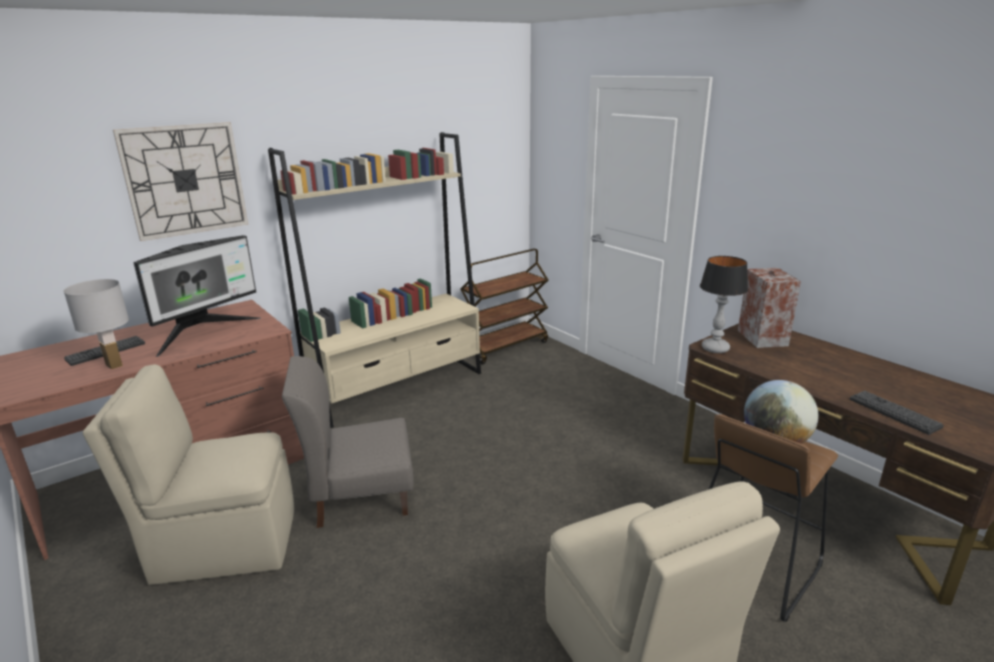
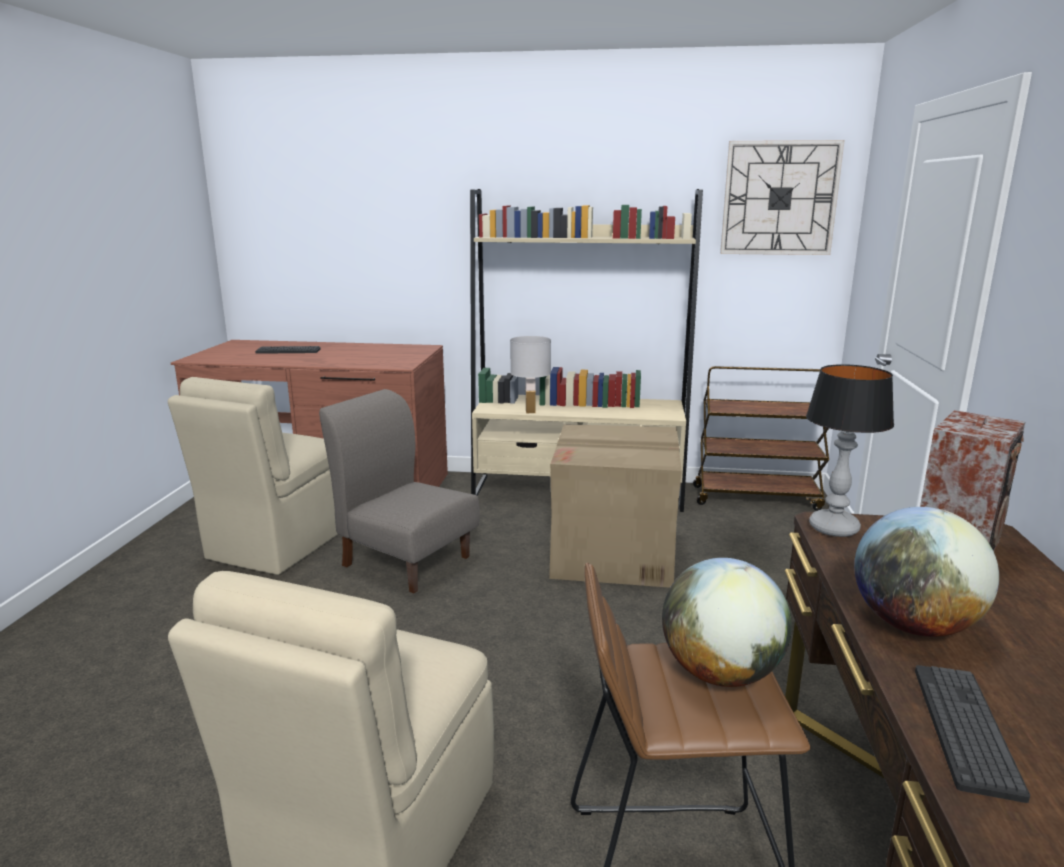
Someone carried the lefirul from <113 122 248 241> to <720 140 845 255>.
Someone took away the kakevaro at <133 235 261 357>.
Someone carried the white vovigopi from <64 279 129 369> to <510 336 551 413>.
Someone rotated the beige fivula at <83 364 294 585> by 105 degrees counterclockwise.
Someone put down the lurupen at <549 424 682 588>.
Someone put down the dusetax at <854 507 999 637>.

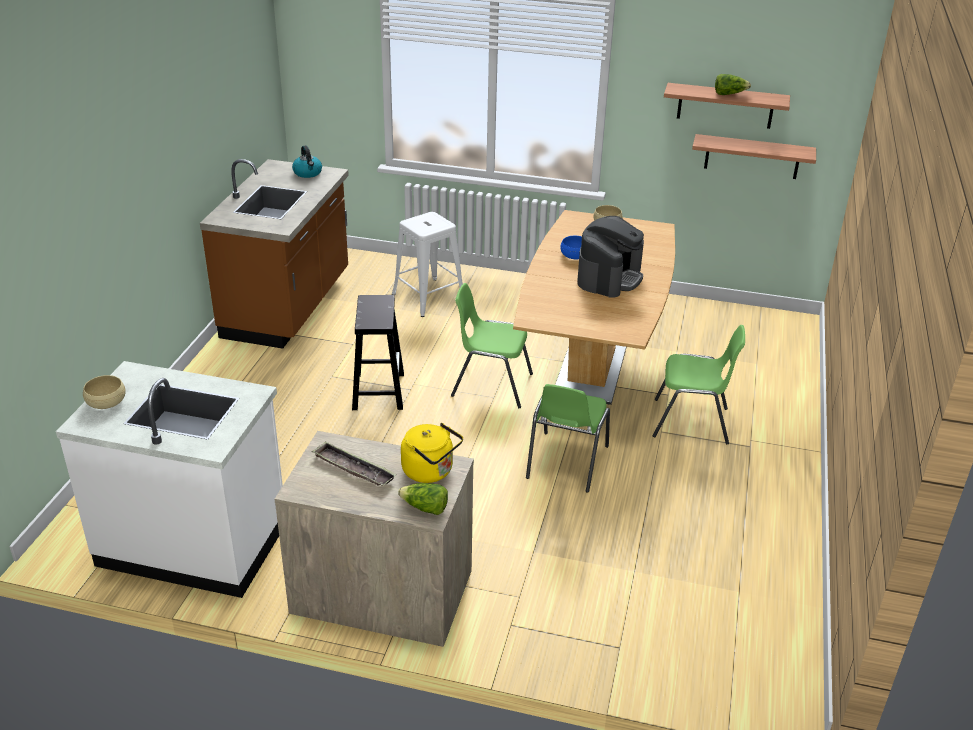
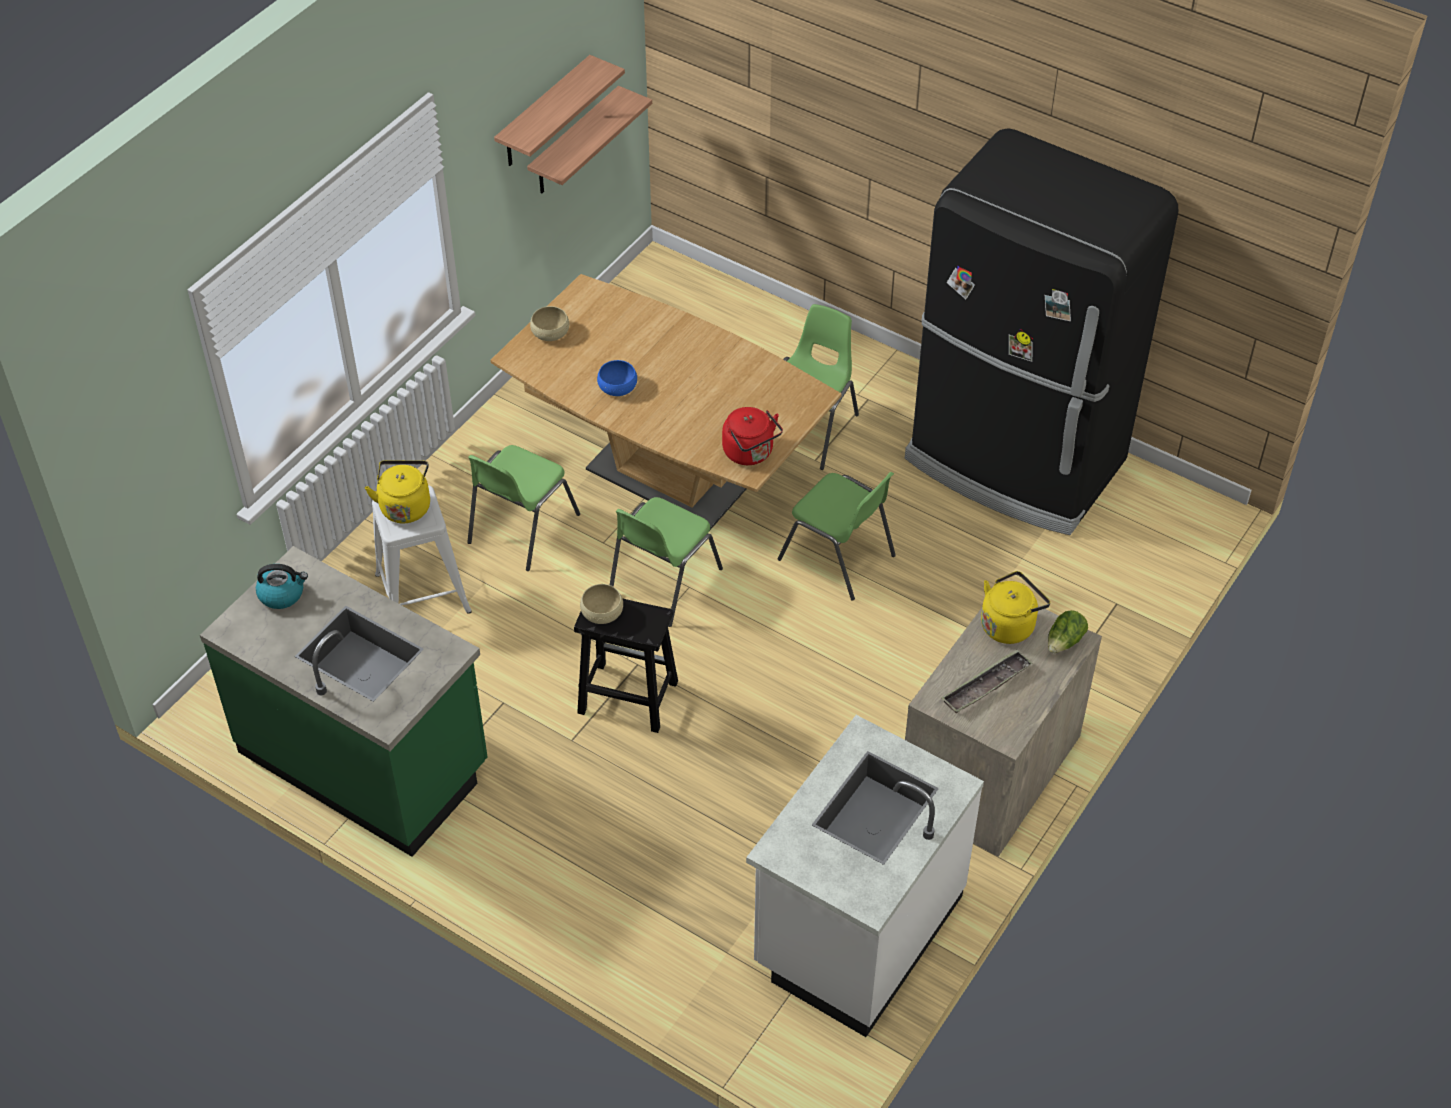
Someone took away the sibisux at <715 74 751 95>.
Someone repainted the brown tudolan at <200 159 349 349>, which became the green tudolan at <200 546 488 857>.
Someone took away the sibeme at <577 216 644 298>.
Someone carried the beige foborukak from <83 375 126 409> to <580 584 623 624>.
Someone put down the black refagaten at <905 128 1178 535>.
Someone put down the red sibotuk at <722 407 783 465>.
Someone put down the green fivula at <467 445 580 571>.
Someone put down the yellow sibotuk at <365 460 430 523>.

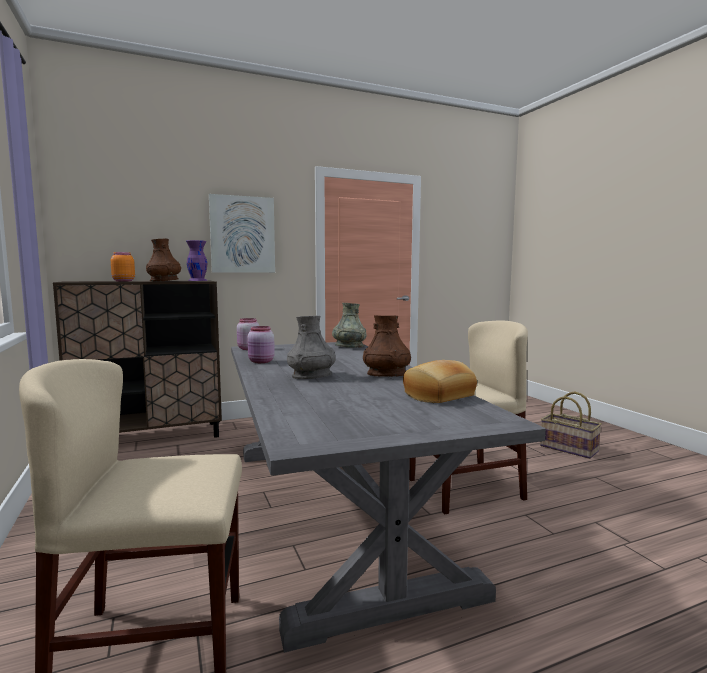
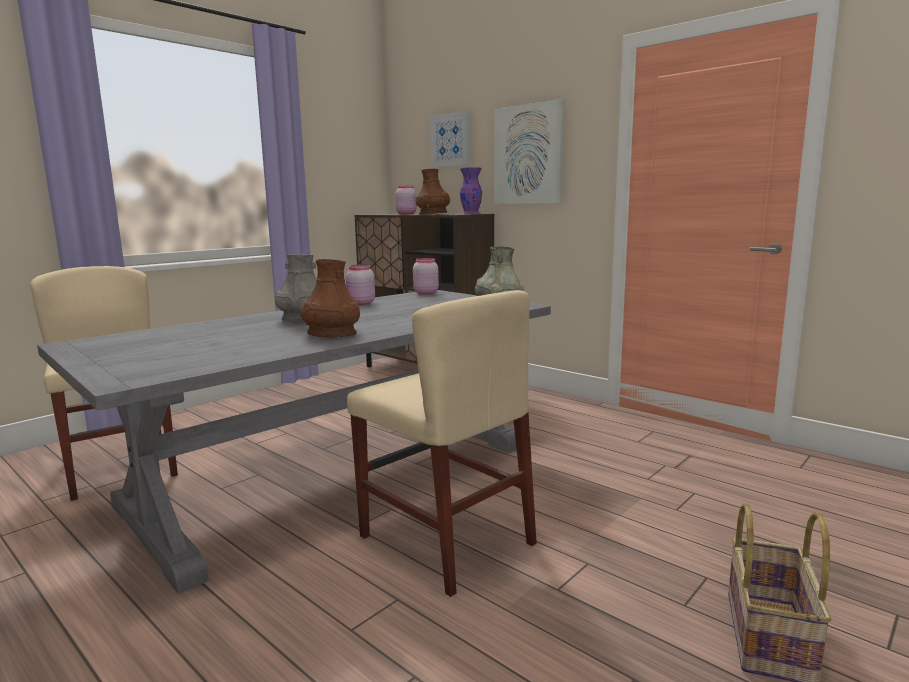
Someone repainted the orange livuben at <111 252 135 281>, which became the pink livuben at <395 185 417 214>.
Someone took away the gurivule at <403 360 477 403>.
Someone put up the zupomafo at <430 111 470 168>.

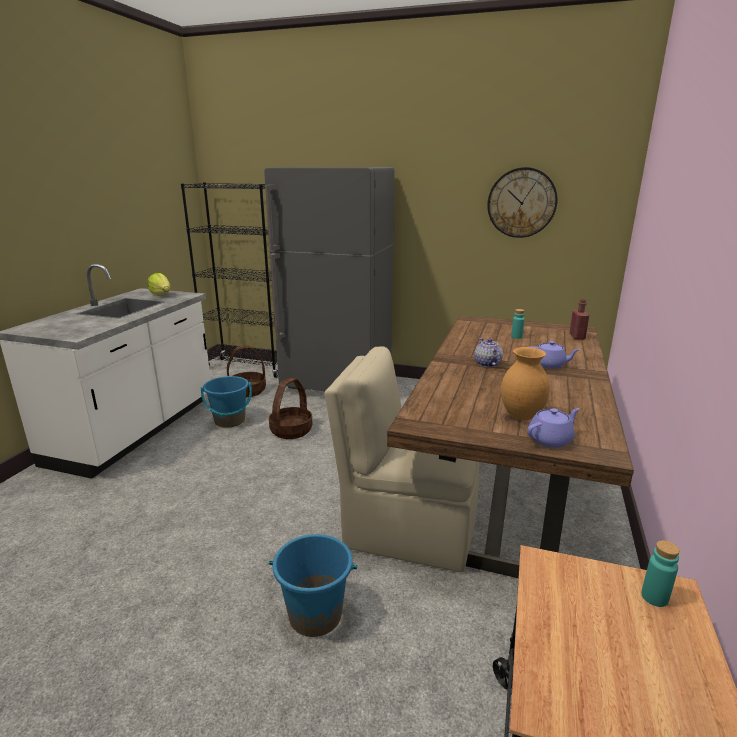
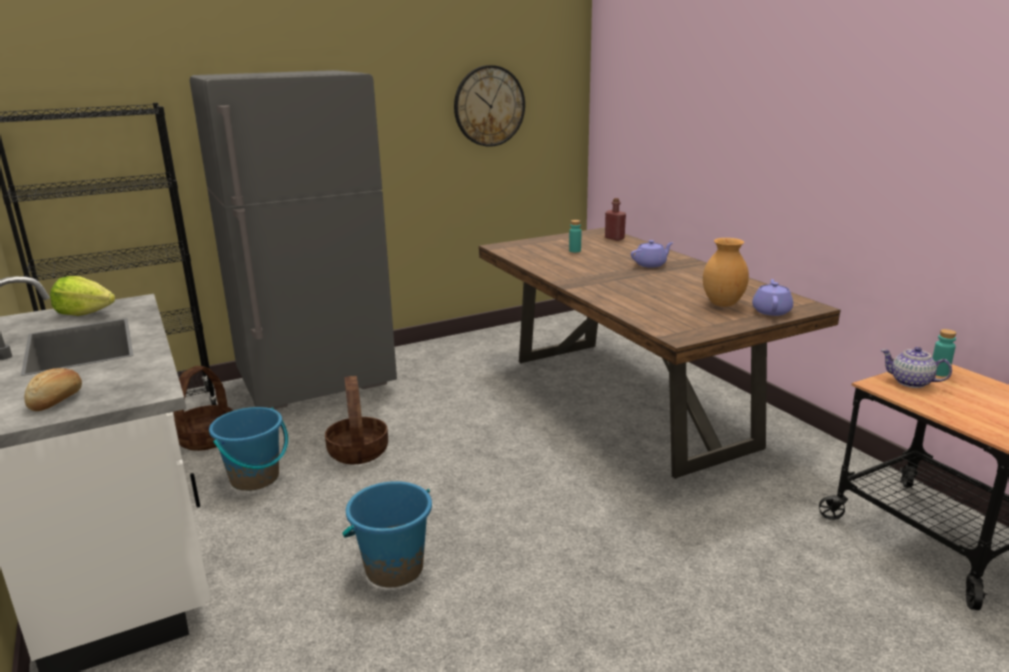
Someone carried the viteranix from <474 338 503 367> to <881 347 952 388>.
Someone took away the beige fivula at <324 347 479 572>.
Someone carried the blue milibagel from <269 534 357 637> to <342 481 432 588>.
Someone put down the gurivule at <24 368 82 411>.

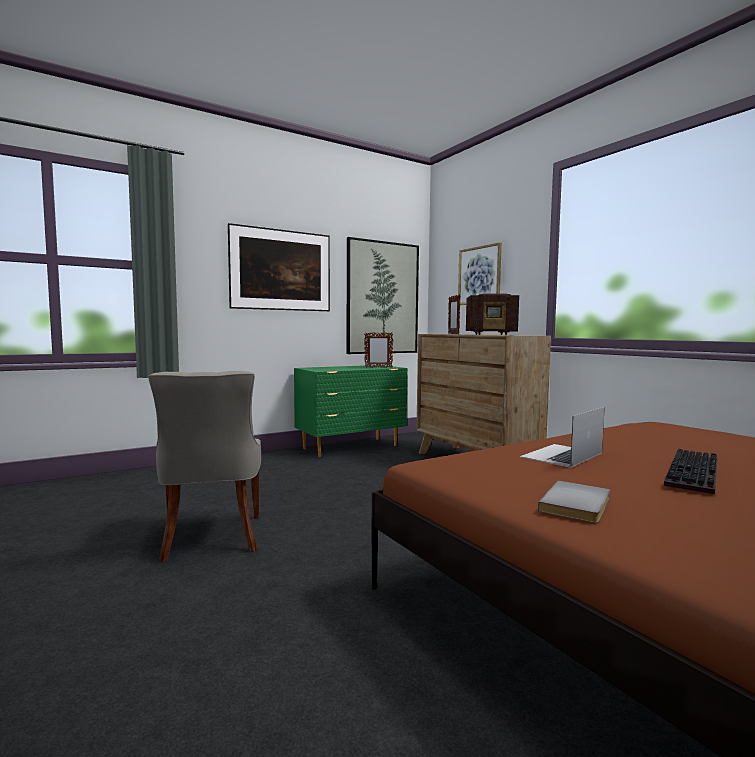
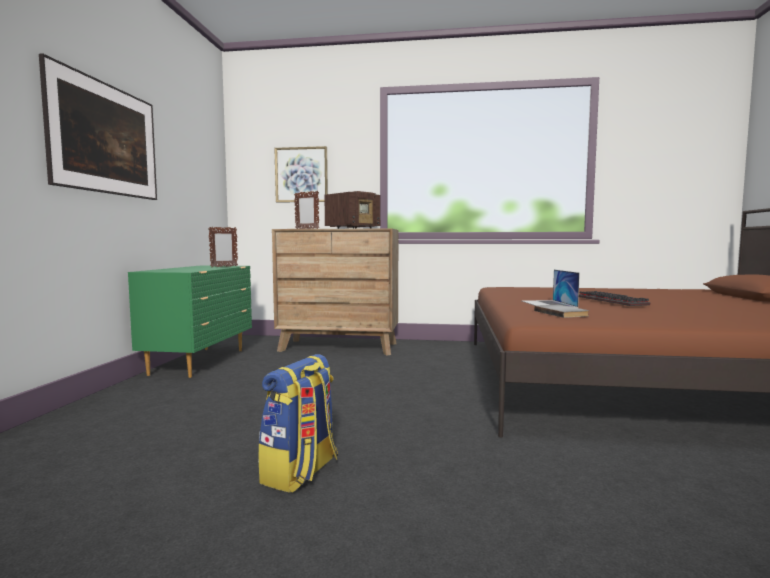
Someone took away the zupomafo at <347 237 419 354>.
Someone swapped the grey fivula at <148 371 261 562> for the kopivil at <258 354 338 493>.
Someone carried the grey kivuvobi from <538 481 610 523> to <534 305 589 318>.

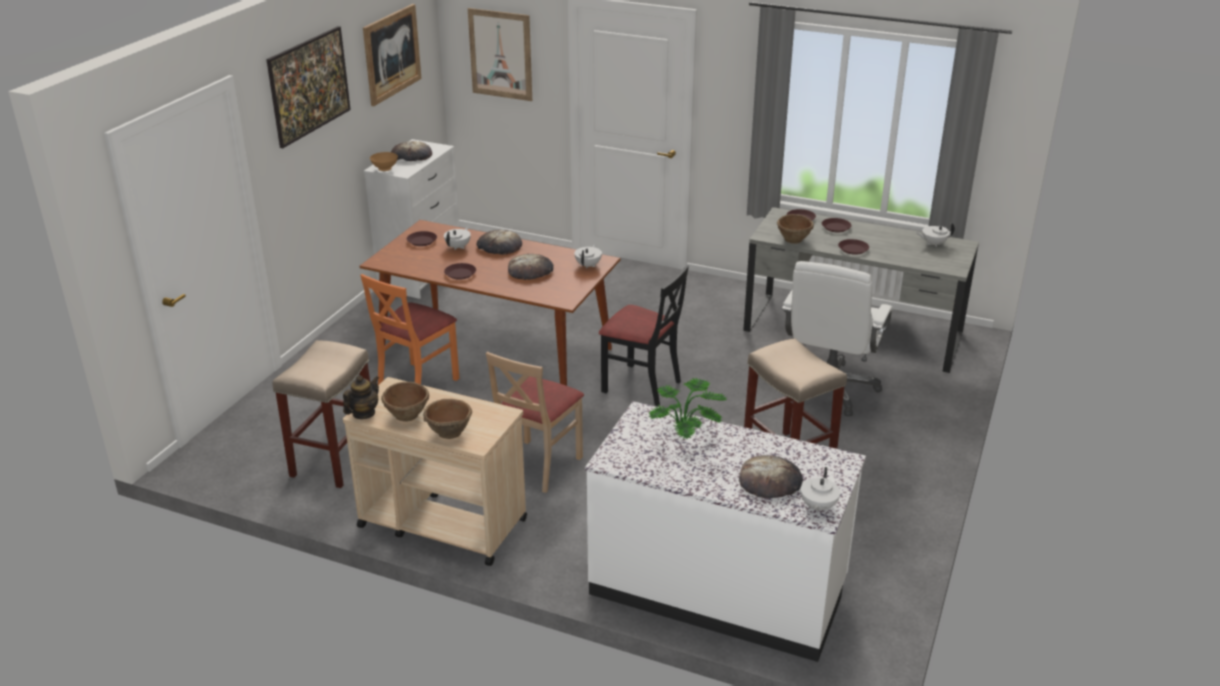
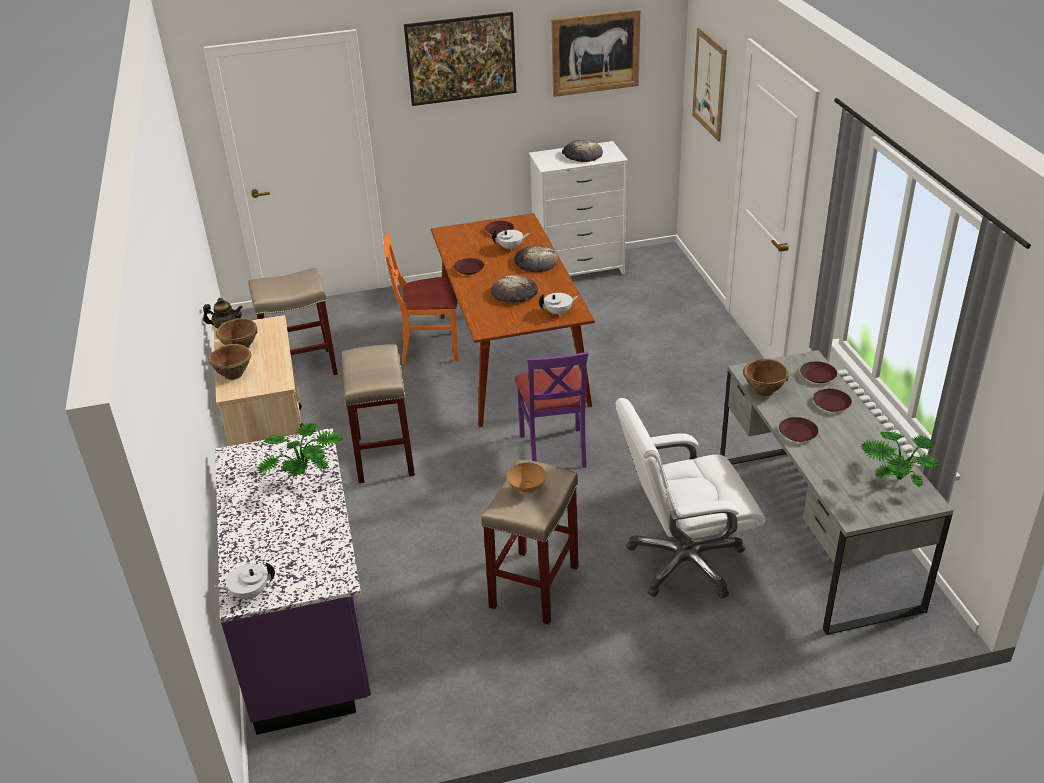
Someone carried the brown foborukak from <370 152 398 171> to <507 463 546 494>.
Someone swapped the white viteranix at <916 222 955 247> for the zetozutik at <860 431 940 487>.
Someone repainted the black fivula at <599 265 689 406>, which became the purple fivula at <515 352 588 468>.
Someone swapped the beige fivula at <486 352 584 493> for the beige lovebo at <342 344 415 483>.
Someone repainted the white tudolan at <585 401 866 662>, which became the purple tudolan at <215 428 371 735>.
Someone took away the gurivule at <739 455 803 498>.

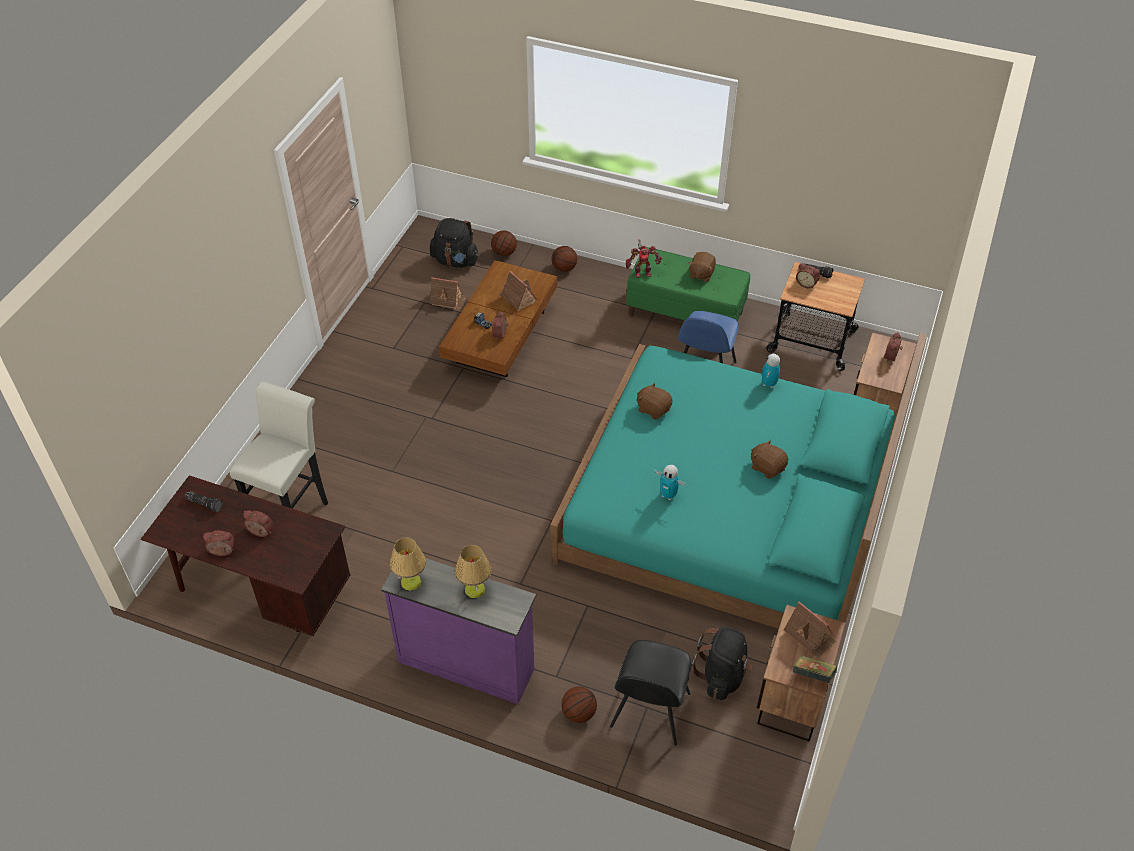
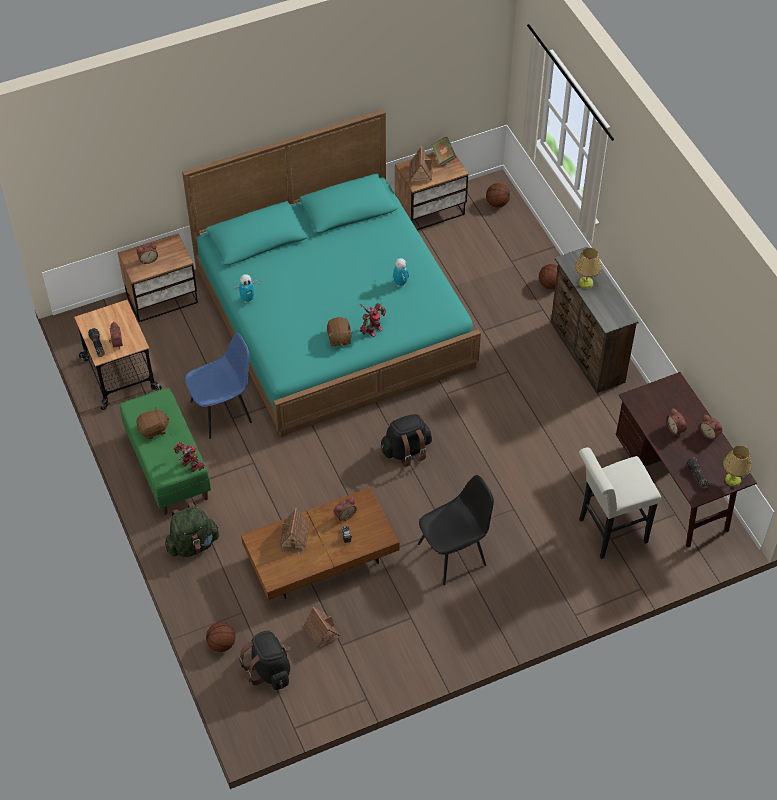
Someone carried the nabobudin from <551 246 577 272> to <486 183 510 207>.
Someone took away the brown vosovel at <751 440 788 479>.
Someone carried the vovigopi from <390 537 426 591> to <723 445 752 486>.
Someone repainted the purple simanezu at <381 558 536 704>, which became the brown simanezu at <551 247 639 393>.
Someone carried the black kopivil from <691 627 752 700> to <380 414 432 467>.
Someone carried the black fivula from <610 640 691 746> to <418 475 494 585>.
Someone put down the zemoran at <360 303 386 337>.
Someone put down the green kopivil at <165 502 219 557>.

